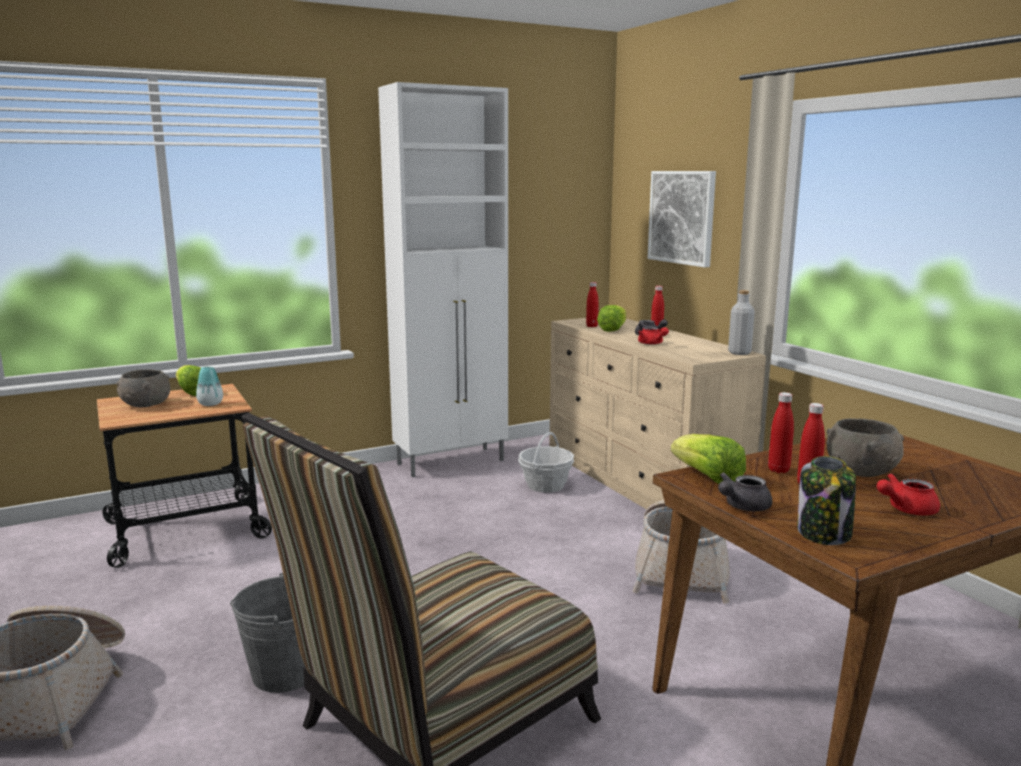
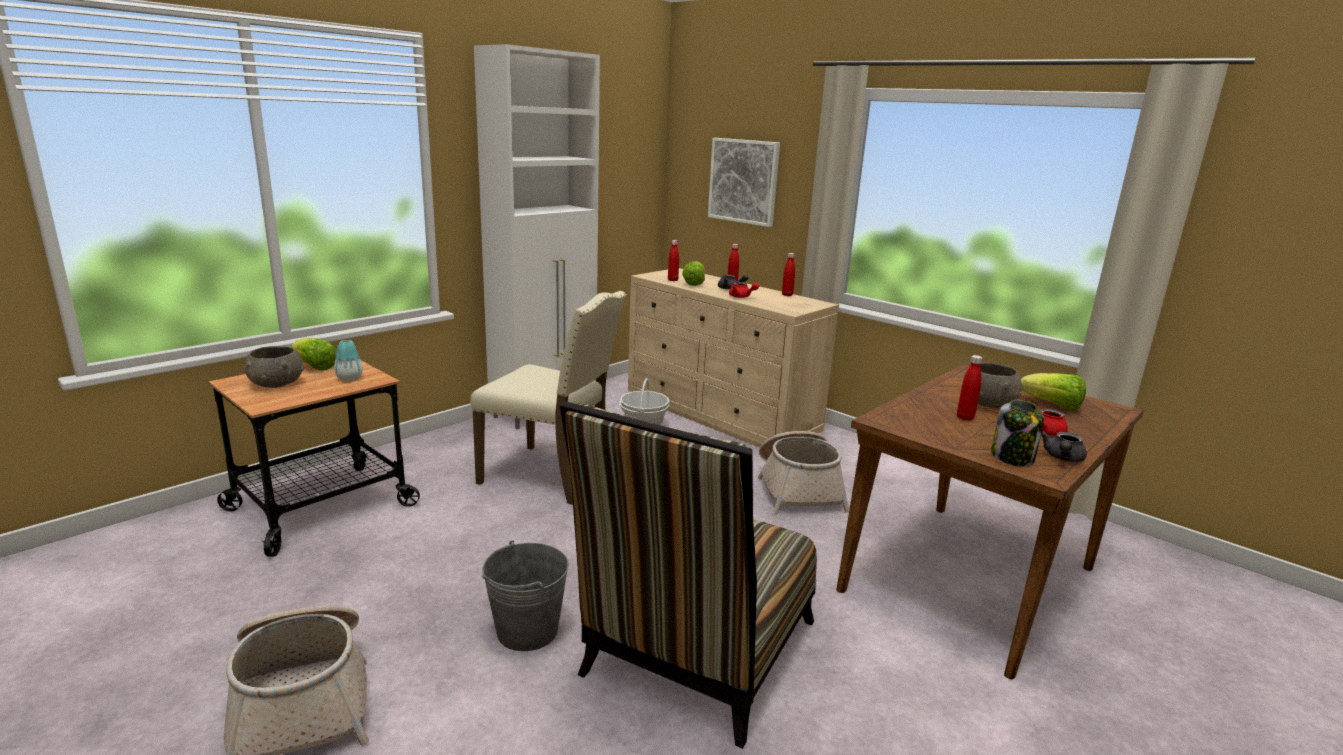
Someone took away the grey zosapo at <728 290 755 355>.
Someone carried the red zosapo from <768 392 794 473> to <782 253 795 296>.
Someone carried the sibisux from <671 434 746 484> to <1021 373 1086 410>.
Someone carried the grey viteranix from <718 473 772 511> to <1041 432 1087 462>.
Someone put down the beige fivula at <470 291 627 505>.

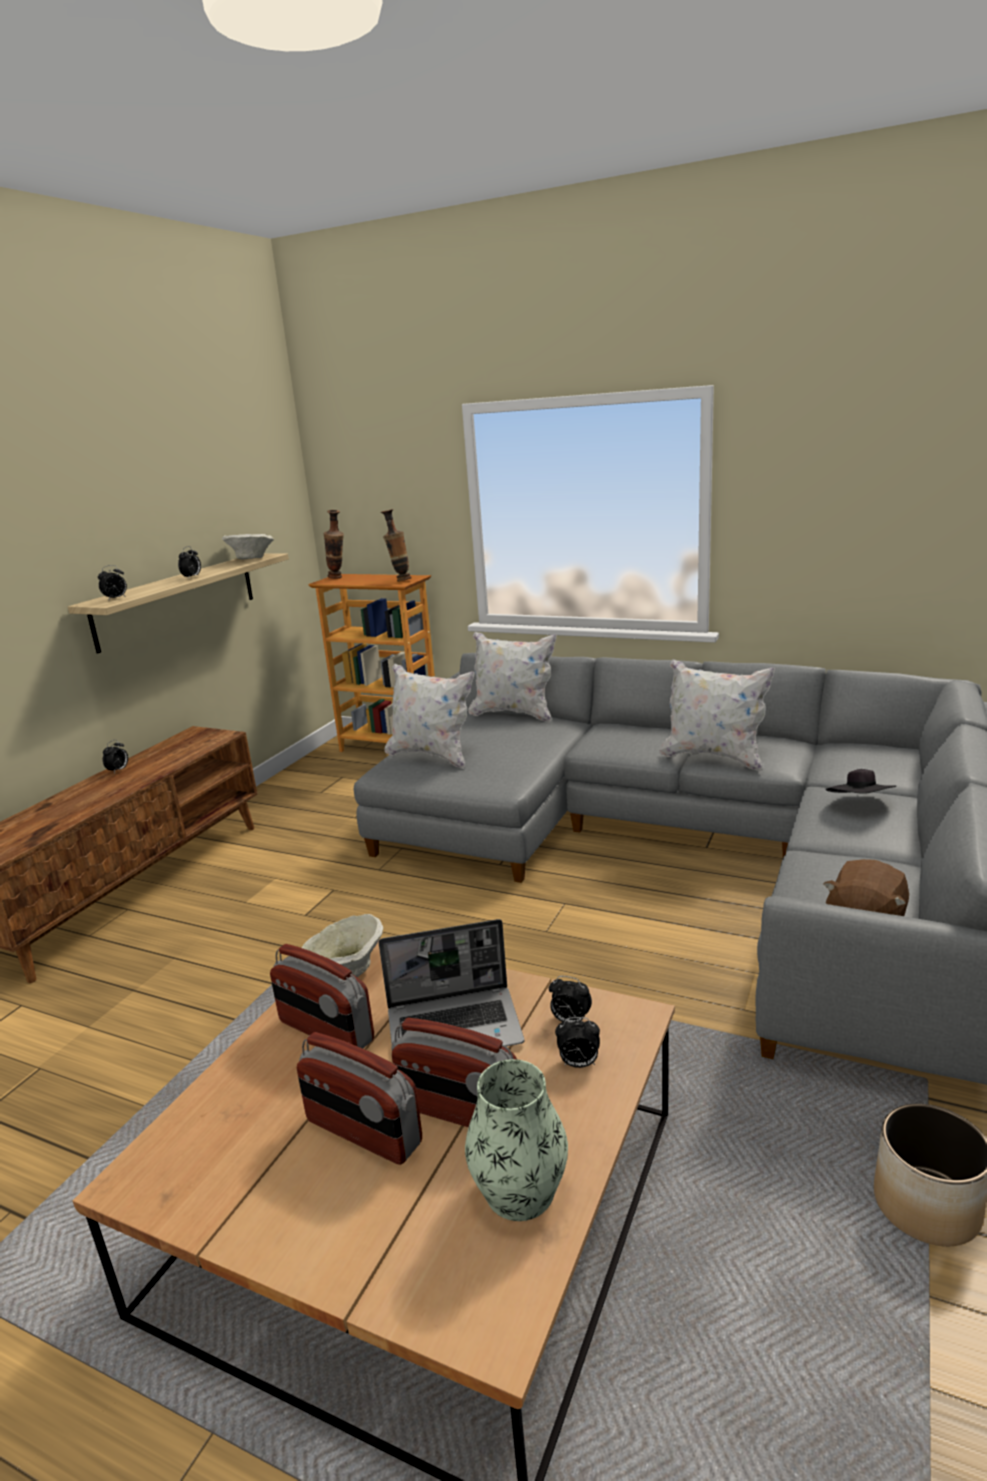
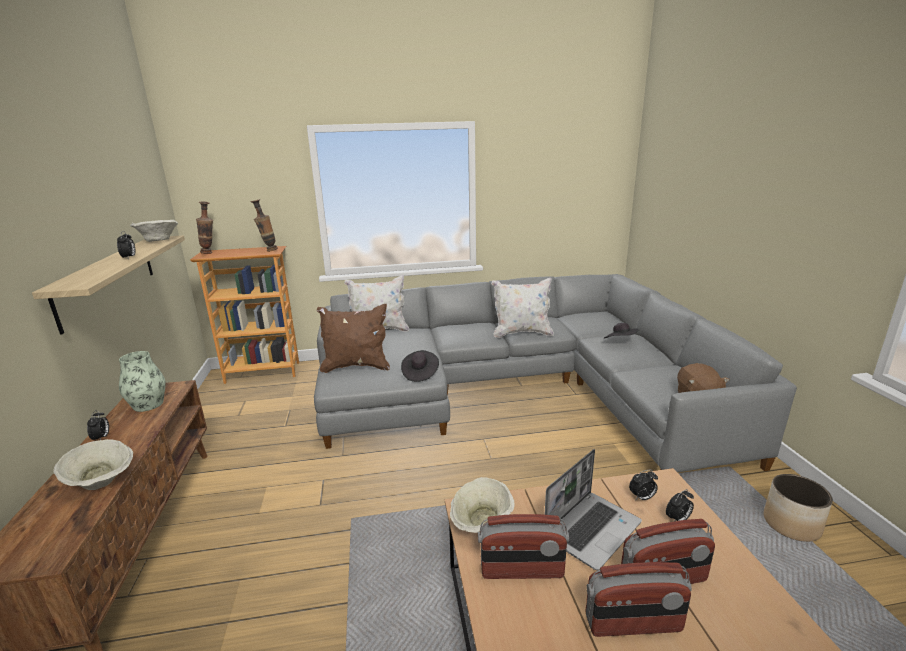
Someone took away the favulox at <98 565 127 601>.
Someone repainted the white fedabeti at <384 664 474 769>, which became the brown fedabeti at <317 304 390 373>.
Someone carried the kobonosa from <465 1059 568 1221> to <119 351 166 412>.
Someone put down the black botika at <401 350 439 382>.
Someone put down the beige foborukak at <54 439 133 490>.

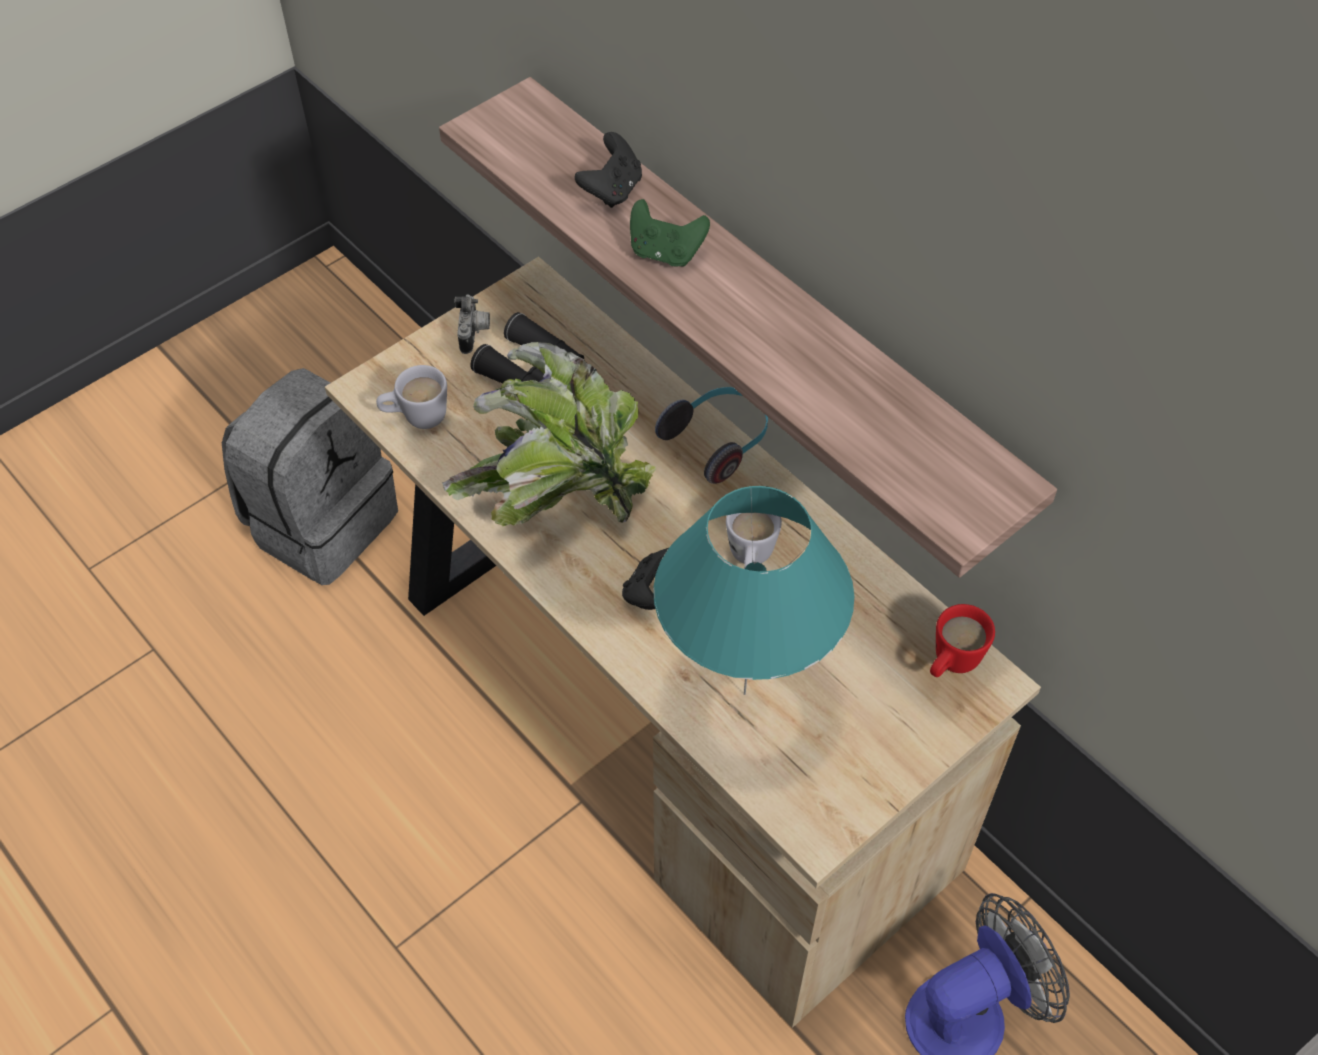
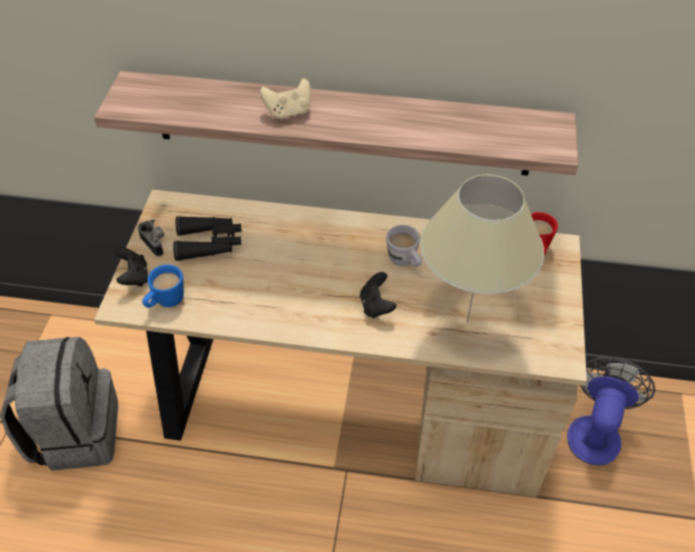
Someone carried the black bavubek from <574 132 642 208> to <114 247 148 286>.
Someone repainted the green bavubek at <630 199 710 267>, which became the beige bavubek at <260 78 311 120>.
Someone took away the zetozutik at <442 342 656 526>.
Someone repainted the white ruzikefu at <376 365 447 429>, which became the blue ruzikefu at <142 265 184 308>.
Someone took away the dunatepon at <655 387 768 484>.
Someone repainted the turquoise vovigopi at <653 486 854 695>, which became the beige vovigopi at <420 175 544 323>.

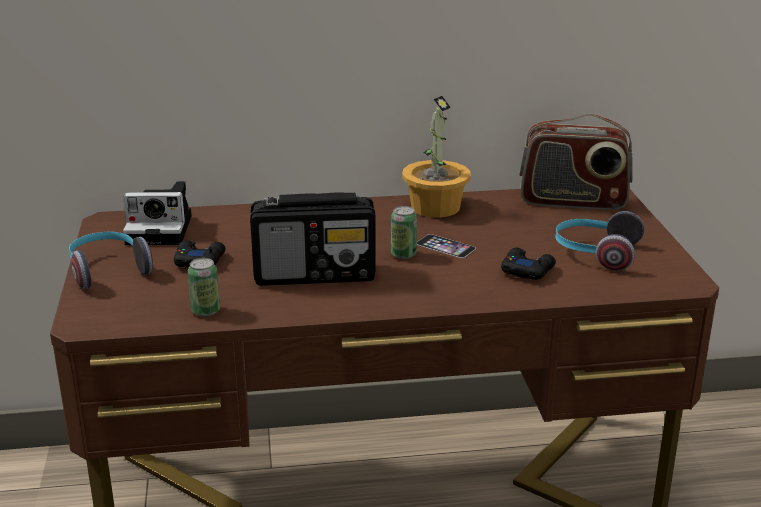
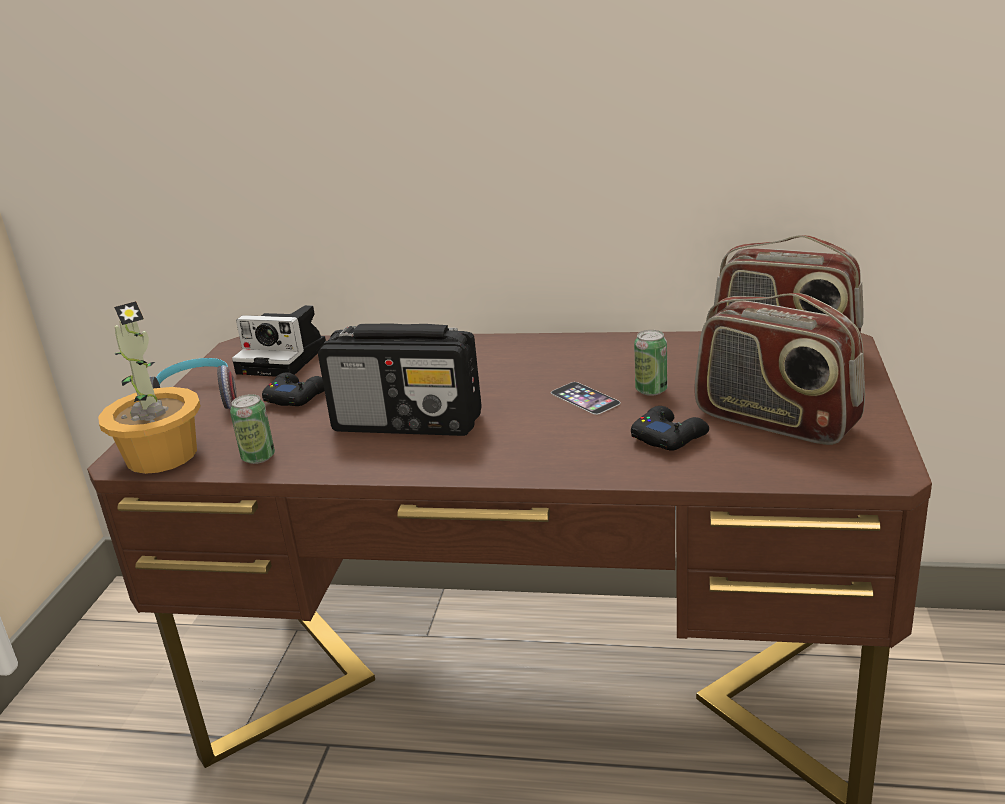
Someone carried the zetozutik from <402 96 470 218> to <98 301 201 474>.
Someone carried the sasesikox from <391 206 417 259> to <634 330 667 396>.
Someone swapped the dunatepon at <555 211 644 271> for the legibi at <694 293 865 445>.

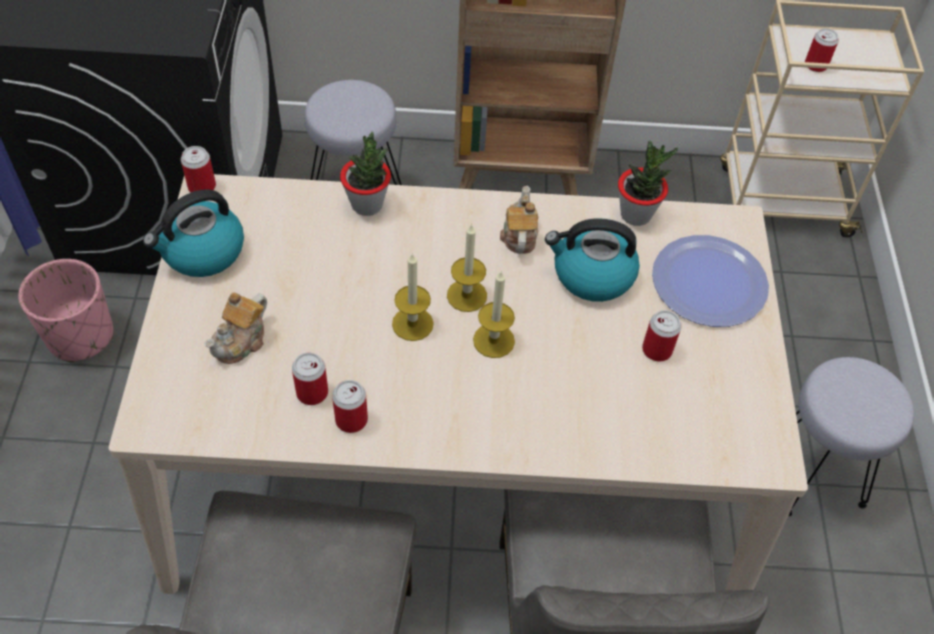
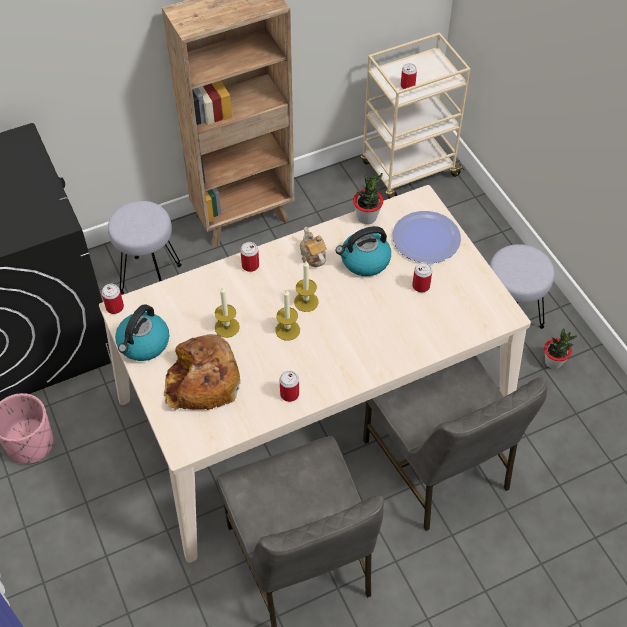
Someone carried the zetozutik from <340 132 391 216> to <544 328 577 369>.
Someone carried the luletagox from <473 272 515 358> to <215 287 240 338>.
Someone swapped the viteranix at <204 293 267 364> for the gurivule at <164 334 240 410>.
Someone carried the sasesikox from <292 352 328 405> to <240 242 259 272>.

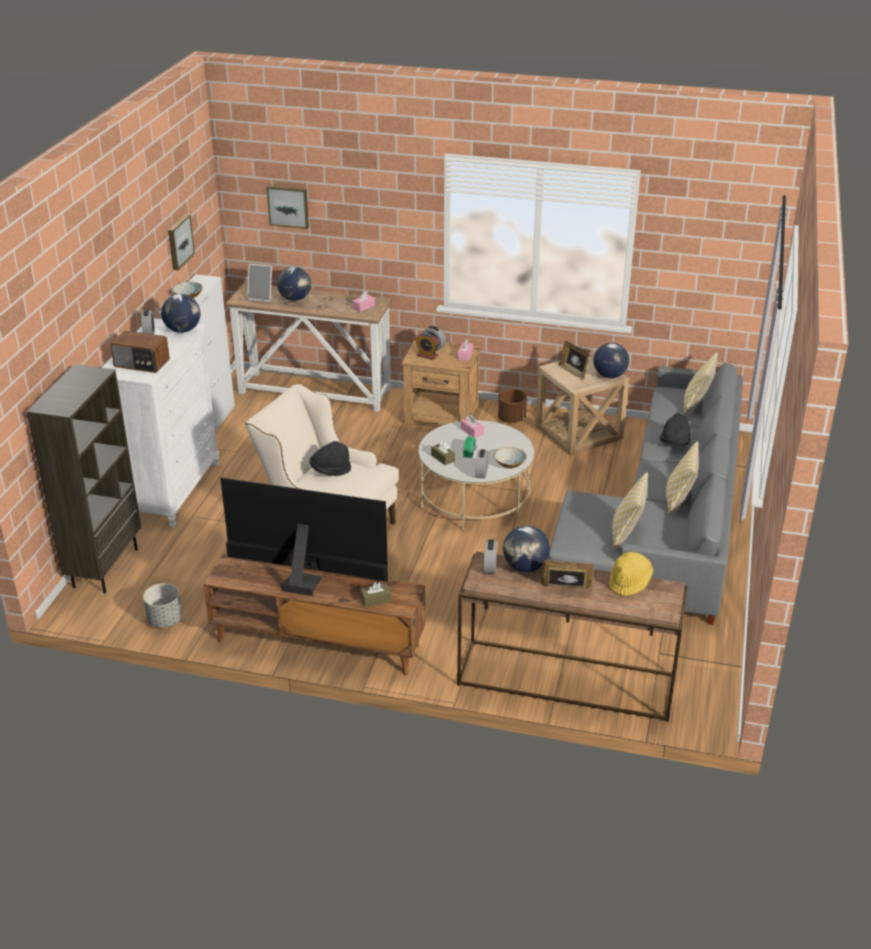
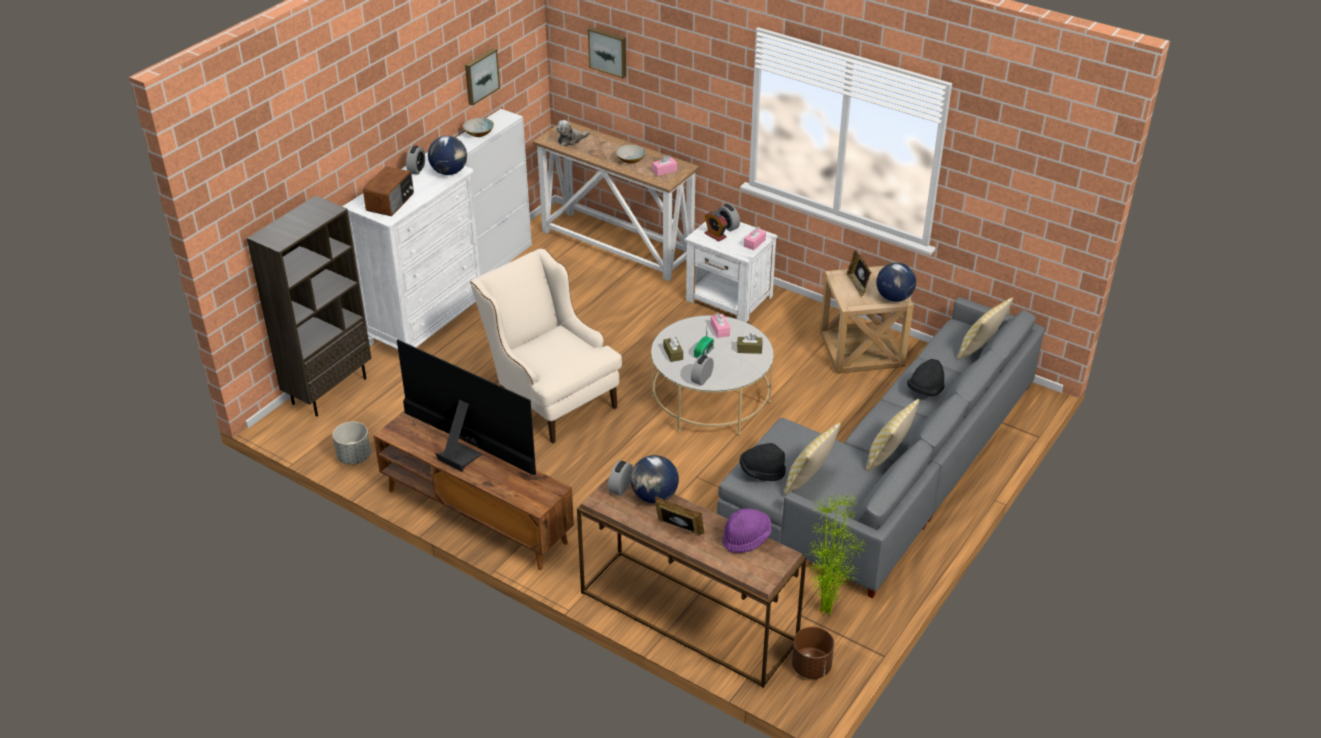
Someone swapped the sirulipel at <247 264 272 302> for the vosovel at <556 120 590 146>.
Someone took away the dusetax at <277 266 311 301>.
Someone rotated the legibi at <110 331 170 373> by 105 degrees counterclockwise.
Someone repainted the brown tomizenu at <401 340 481 425>, which became the white tomizenu at <685 221 778 322>.
Someone carried the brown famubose from <498 389 527 423> to <792 627 834 679>.
Someone carried the black botika from <310 441 351 476> to <740 443 786 481>.
Someone carried the foborukak from <494 447 527 468> to <616 144 646 164>.
Someone repainted the yellow botika at <609 552 653 596>, which became the purple botika at <722 508 772 553>.
Someone carried the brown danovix from <360 582 391 607> to <737 333 763 354>.
Someone put down the zetozutik at <806 494 866 615>.

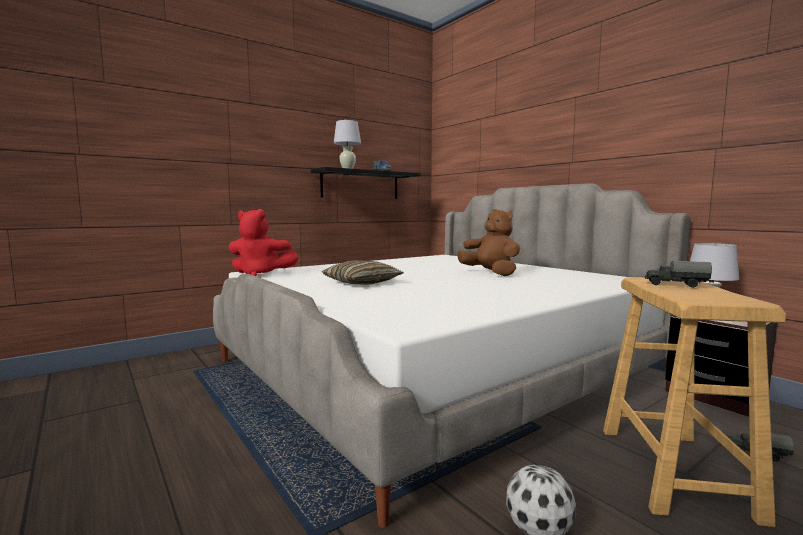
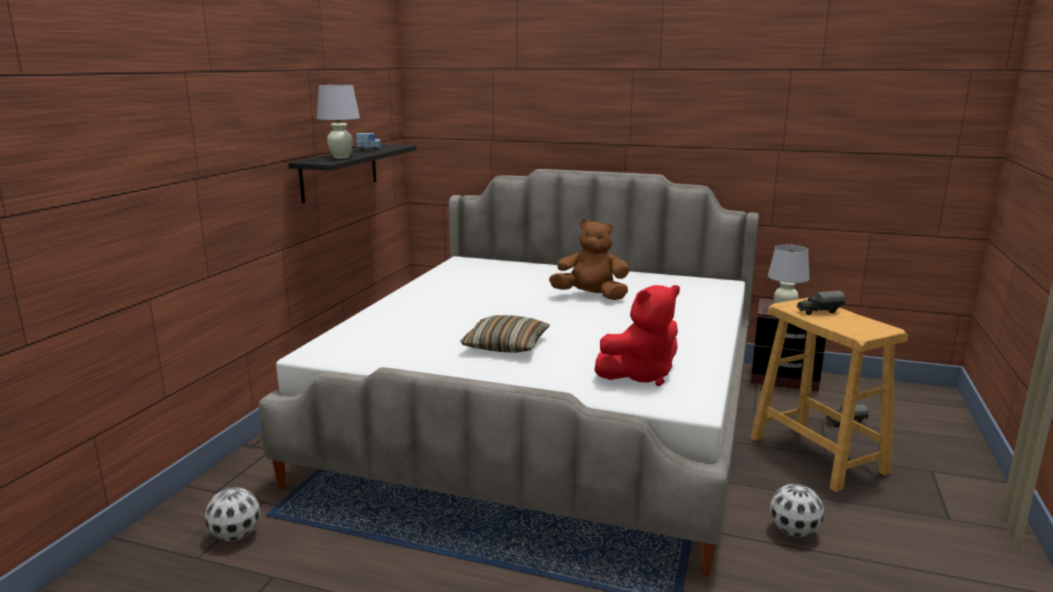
Someone carried the red vosovel from <229 209 299 276> to <594 285 680 386>.
Someone put down the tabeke at <205 487 260 541>.

